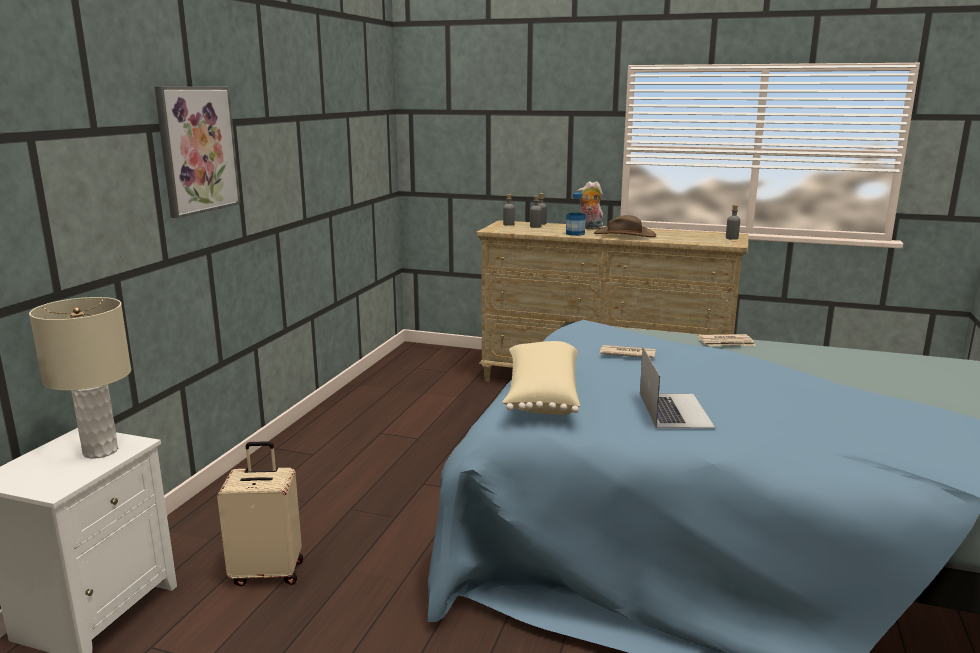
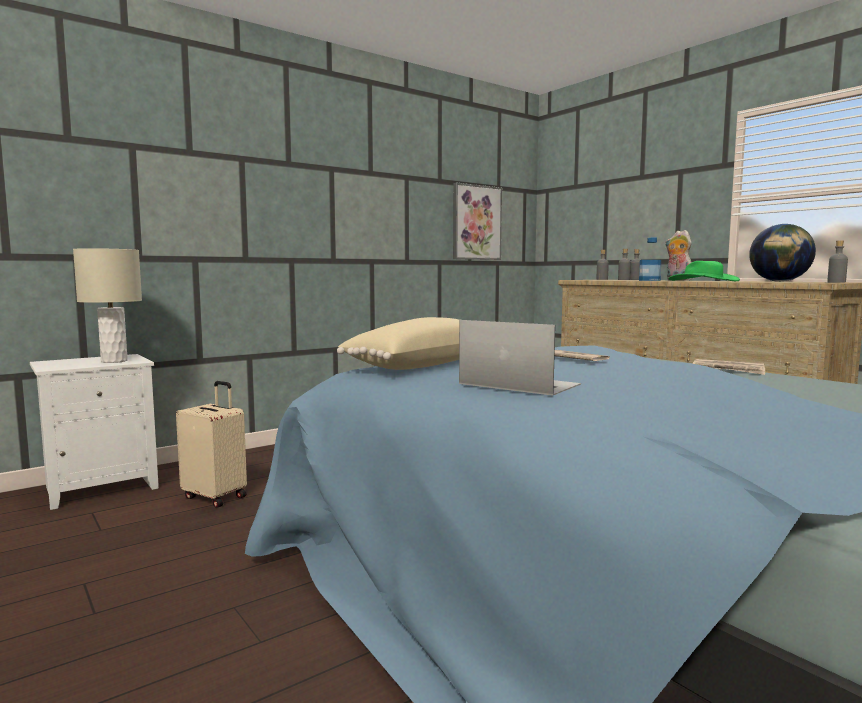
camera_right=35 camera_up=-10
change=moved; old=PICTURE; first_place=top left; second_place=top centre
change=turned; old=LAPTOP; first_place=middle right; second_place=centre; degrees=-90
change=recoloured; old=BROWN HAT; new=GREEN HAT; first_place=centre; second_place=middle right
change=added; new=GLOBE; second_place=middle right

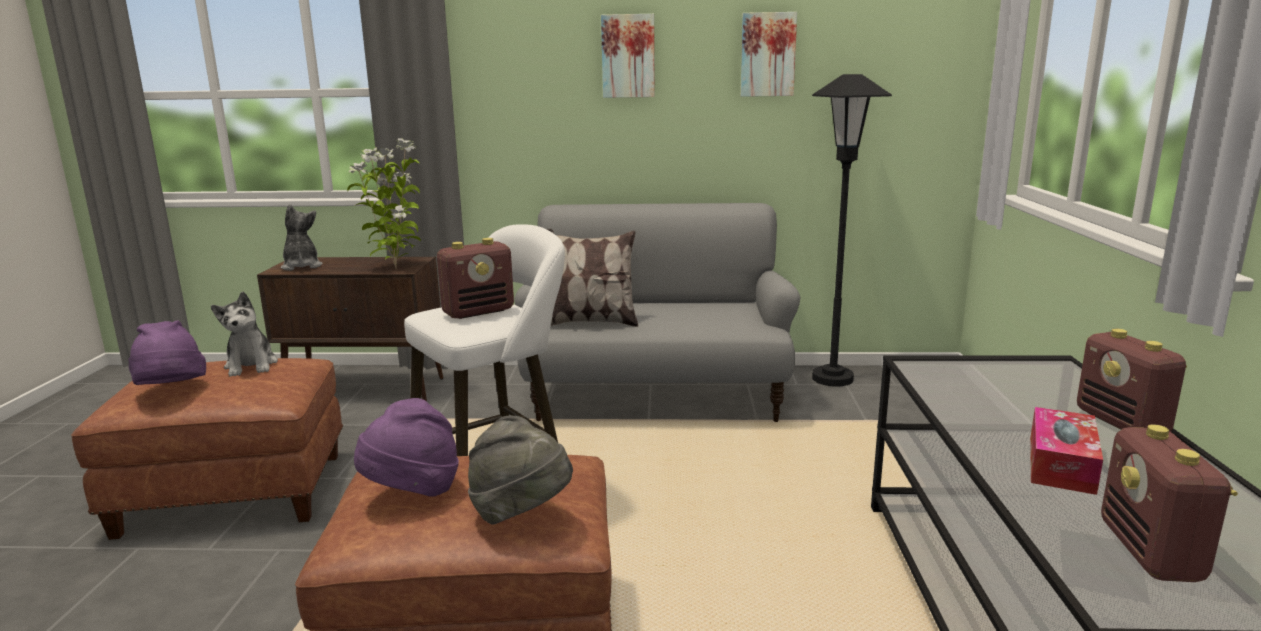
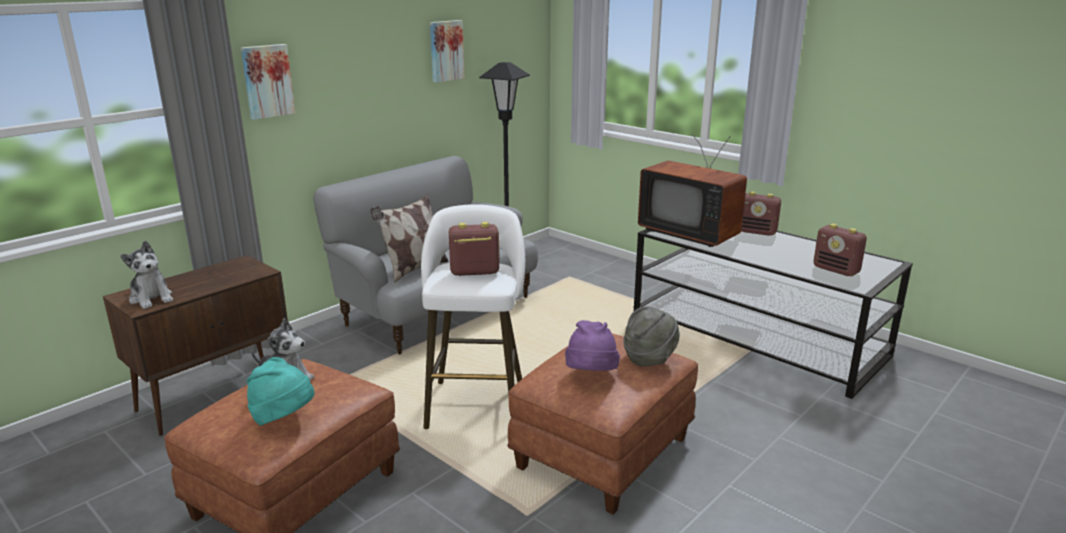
camera_right=-50 camera_up=5
change=turned; old=PLUSH TOY (2nd from left in the first image); first_place=middle left; second_place=middle left; degrees=-150
change=moved; old=PICTURE (1st from left); first_place=top centre; second_place=top left
change=recoloured; old=PURPLE HAT (1st from left); new=TURQUOISE HAT; first_place=middle left; second_place=bottom left
change=turned; old=RADIO (1st from left); first_place=centre; second_place=centre; degrees=-105
change=added; new=TELEVISION; second_place=centre
change=removed; old=POTTED PLANT; first_place=top left
change=removed; old=TISSUE BOX; first_place=bottom right

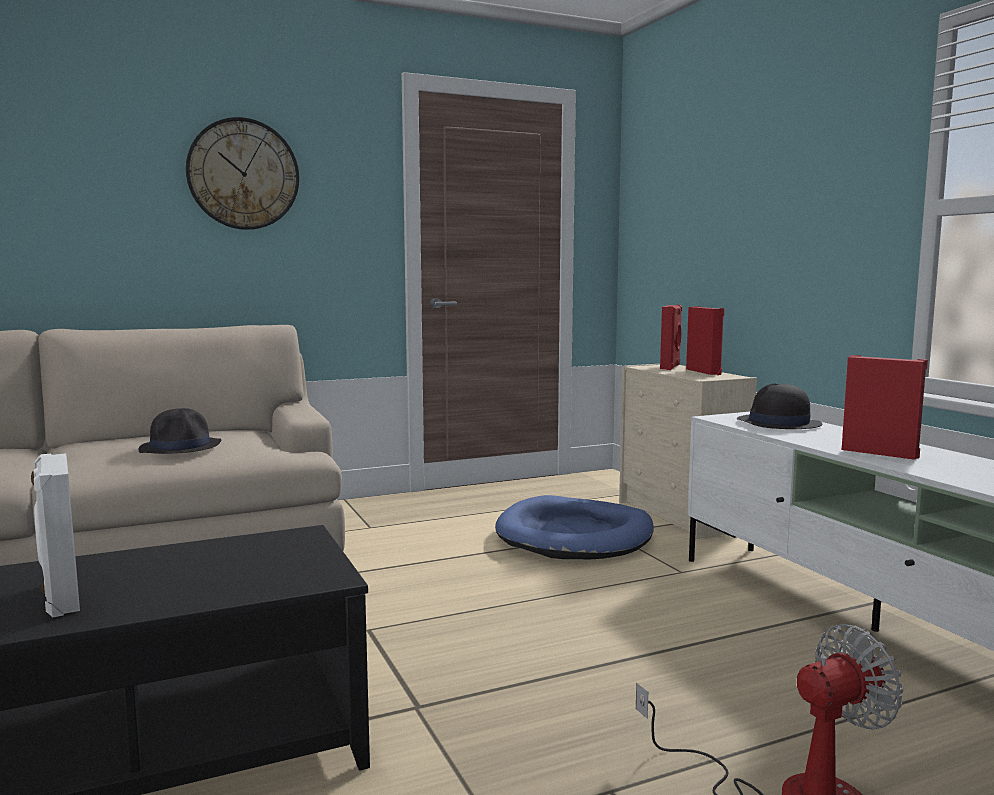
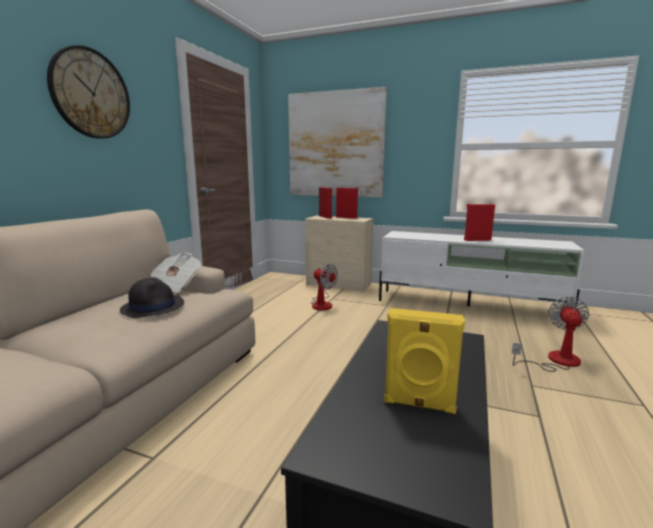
camera_right=-45 camera_up=5
change=added; new=NEWSPAPER; second_place=middle left
change=added; new=PICTURE; second_place=top centre
change=replaced; old=BLUE DOG BED; new=FAN (1st from left); first_place=centre; second_place=centre
change=recoloured; old=WHITE SPEAKER; new=YELLOW SPEAKER; first_place=bottom left; second_place=bottom centre
change=removed; old=BLACK HAT (2nd from left); first_place=middle right

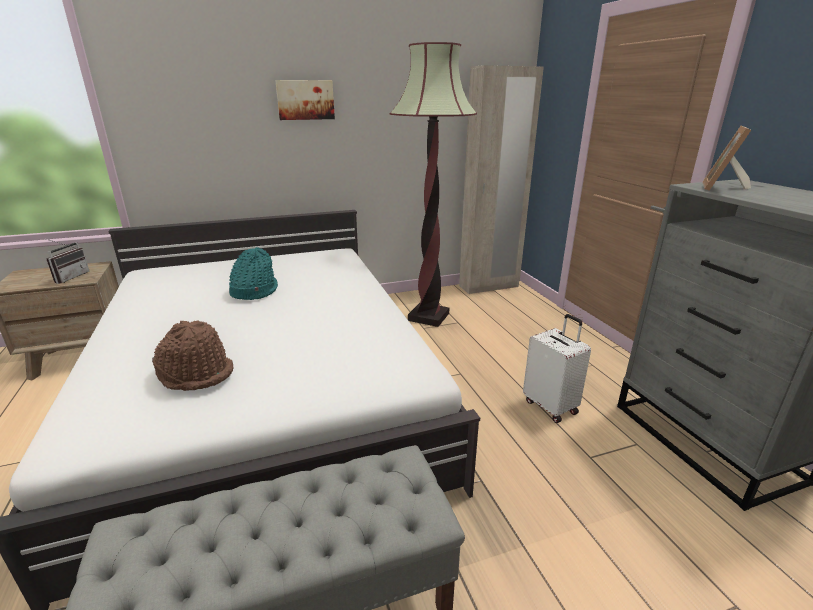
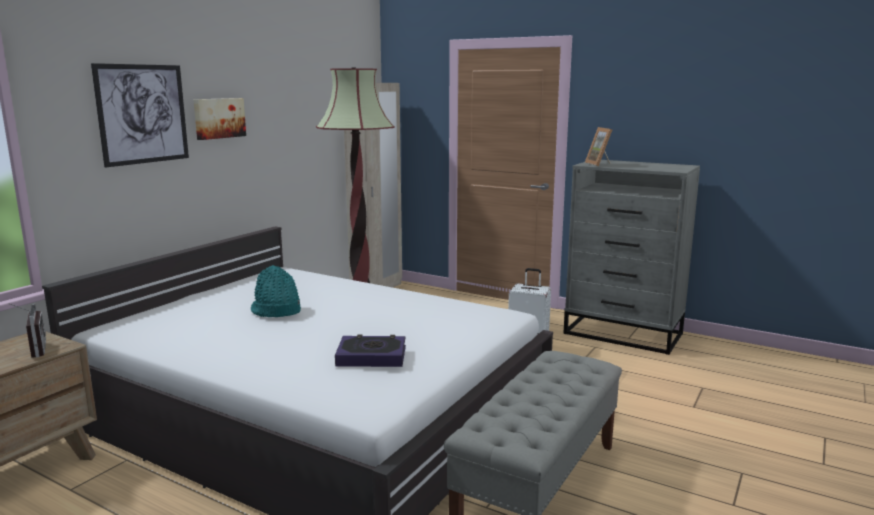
camera_right=-40 camera_up=-10
change=added; new=PICTURE (1st from left); second_place=top left
change=replaced; old=BROWN HAT; new=BOOK; first_place=middle left; second_place=bottom centre

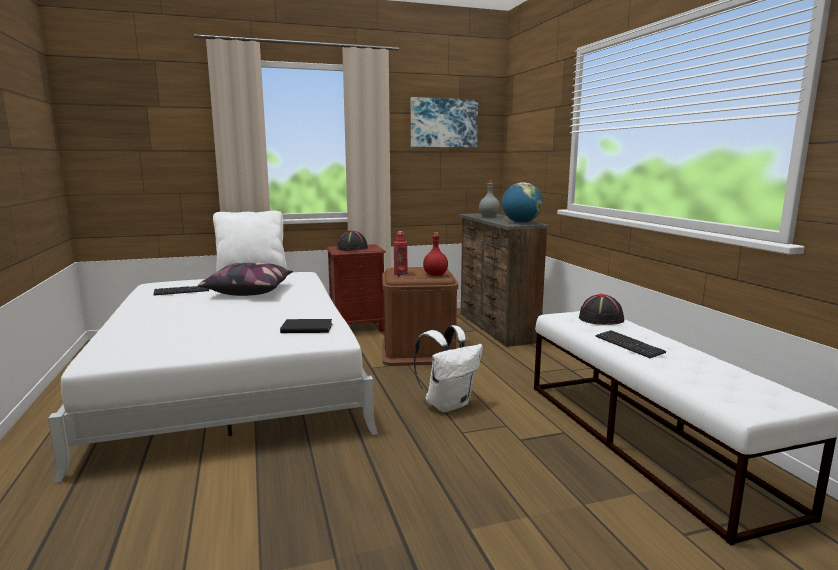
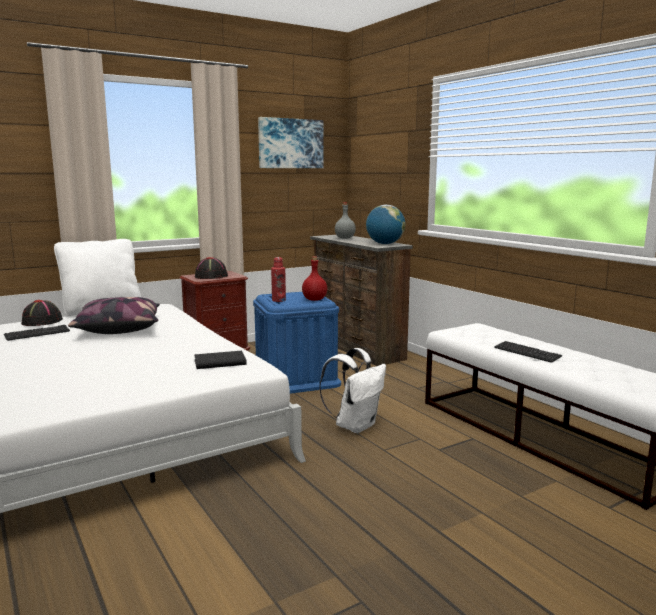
camera_right=-15 camera_up=0
change=moved; old=BLACK HAT (2nd from left in the first image); new=BLACK HAT (1st from left); first_place=middle right; second_place=middle left
change=recoloured; old=BROWN STORAGE BOX; new=BLUE STORAGE BOX; first_place=centre; second_place=centre

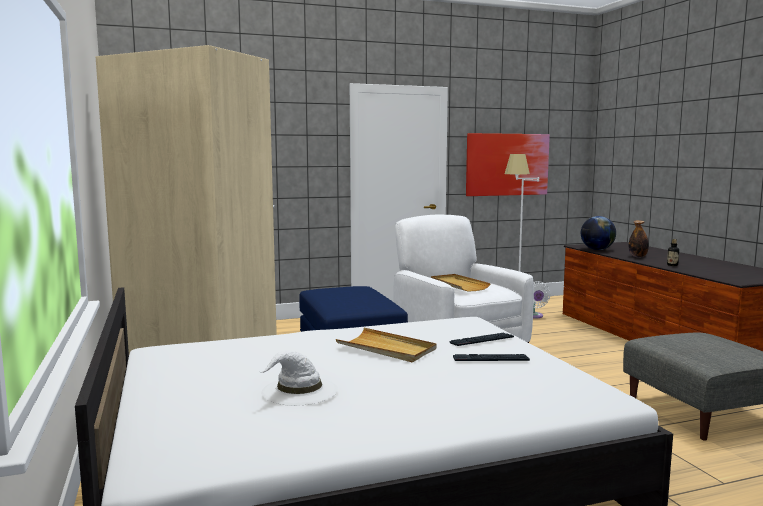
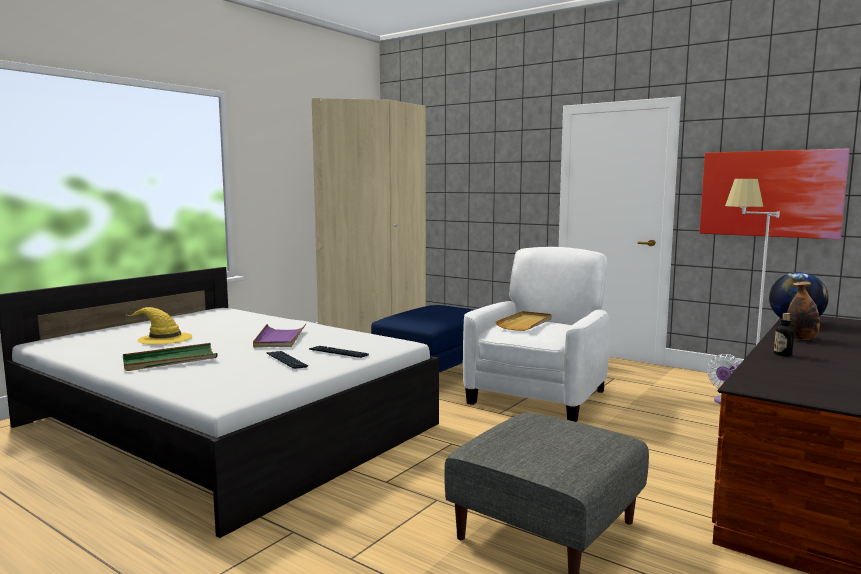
camera_right=55 camera_up=0
change=added; new=GREEN TRAY; second_place=middle left
change=recoloured; old=WHITE HAT; new=YELLOW HAT; first_place=bottom centre; second_place=middle left
change=recoloured; old=BEIGE TRAY (1st from left); new=PURPLE TRAY; first_place=bottom centre; second_place=middle left

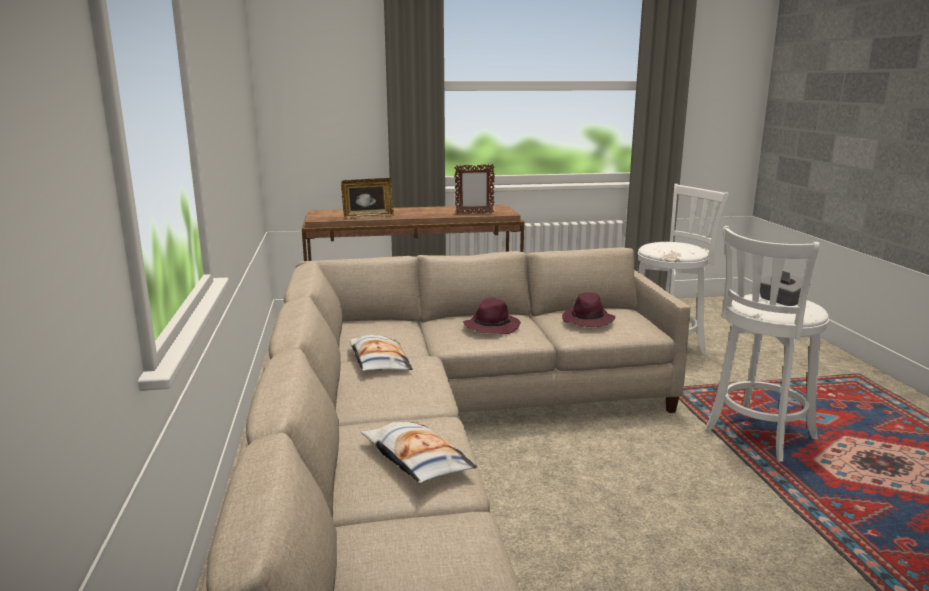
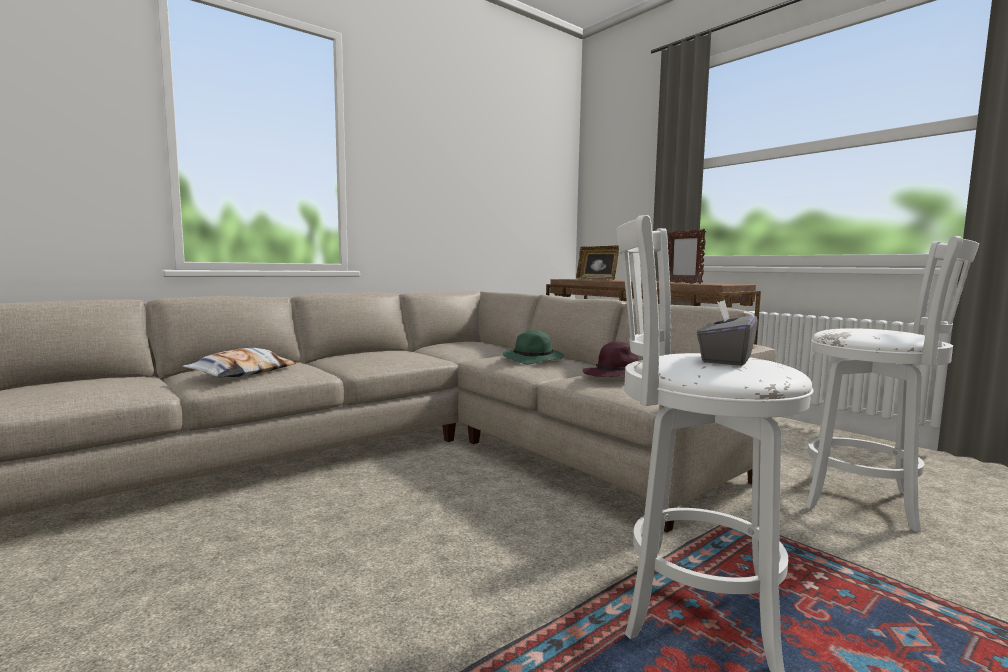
camera_right=60 camera_up=-10
change=recoloured; old=PURPLE HAT (1st from left); new=GREEN HAT; first_place=centre; second_place=centre
change=removed; old=PILLOW (1st from left); first_place=centre

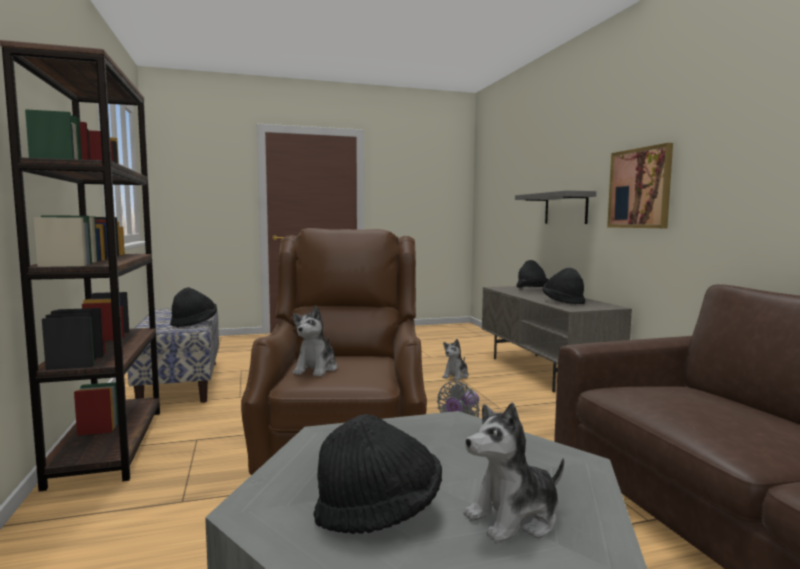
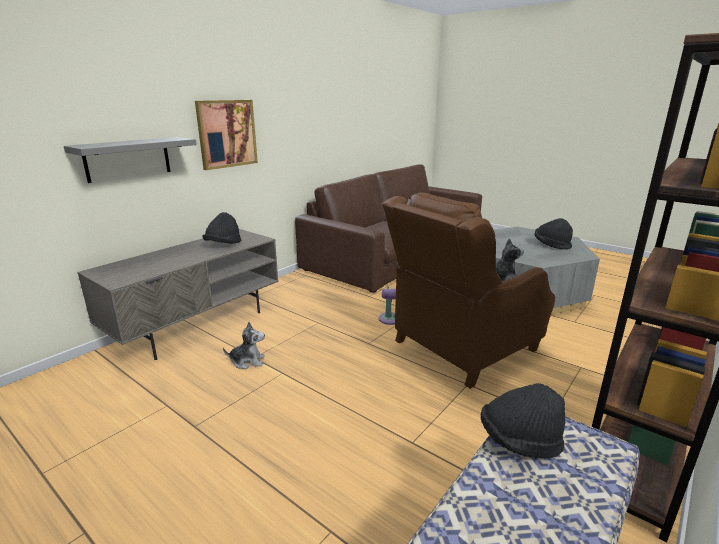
camera_right=-125 camera_up=15
change=removed; old=PLUSH TOY (3rd from left); first_place=bottom centre
change=removed; old=BLACK HAT (3rd from left); first_place=centre

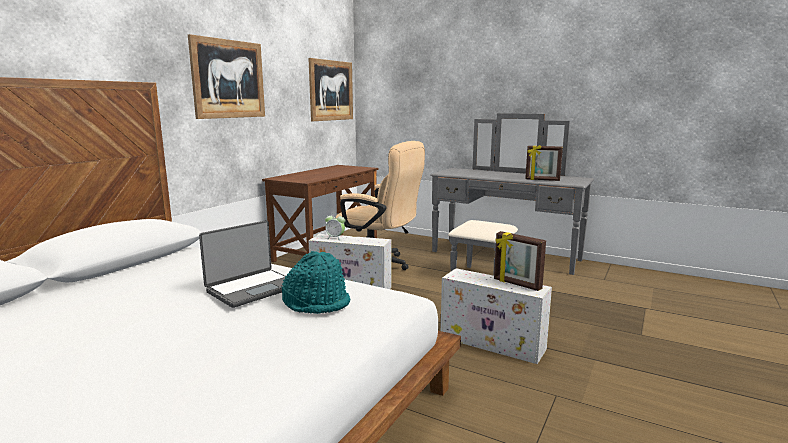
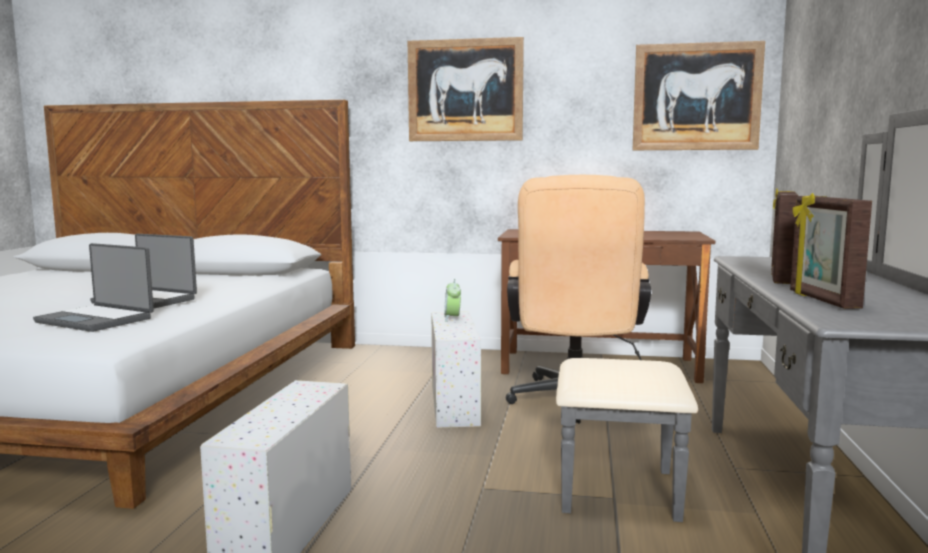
camera_right=70 camera_up=-5
change=replaced; old=TURQUOISE HAT; new=LAPTOP (1st from left); first_place=centre; second_place=middle left
change=moved; old=PICTURE FRAME (1st from left); first_place=centre; second_place=middle right

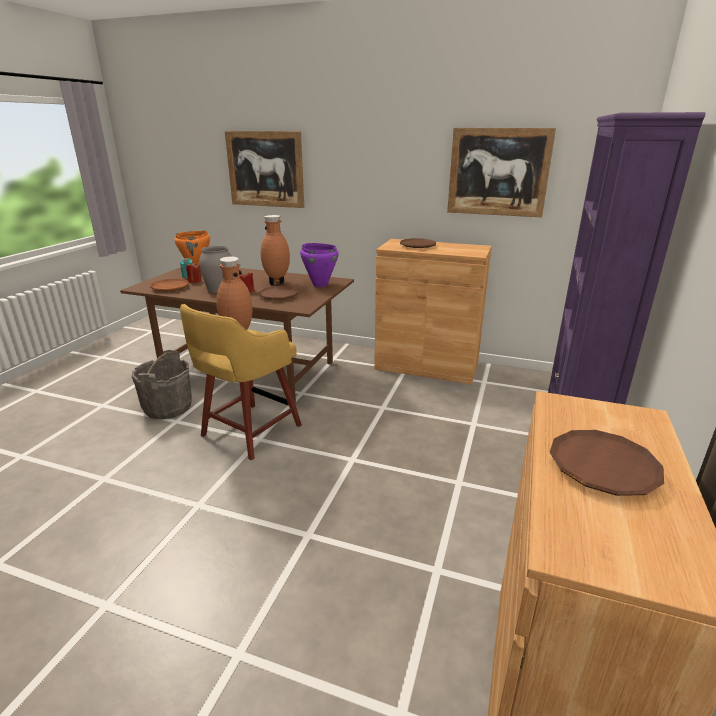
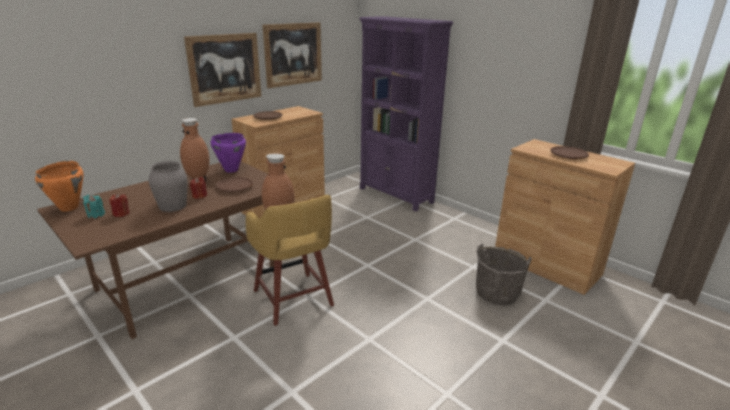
camera_right=-65 camera_up=0
change=moved; old=PICTURE (1st from left); first_place=top centre; second_place=top left
change=moved; old=GREY BUCKET; first_place=middle left; second_place=bottom right
change=removed; old=BROWN PLATE (1st from left); first_place=middle left

